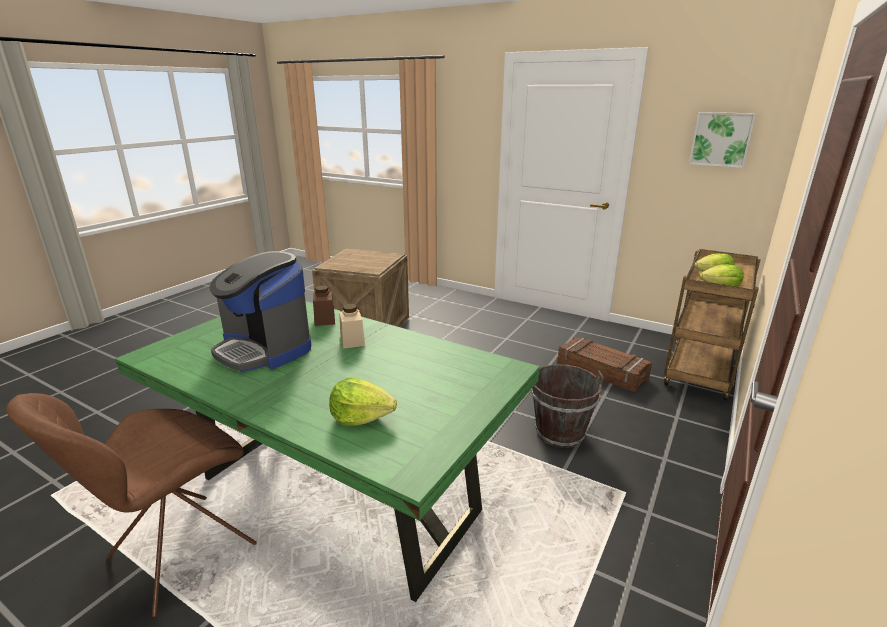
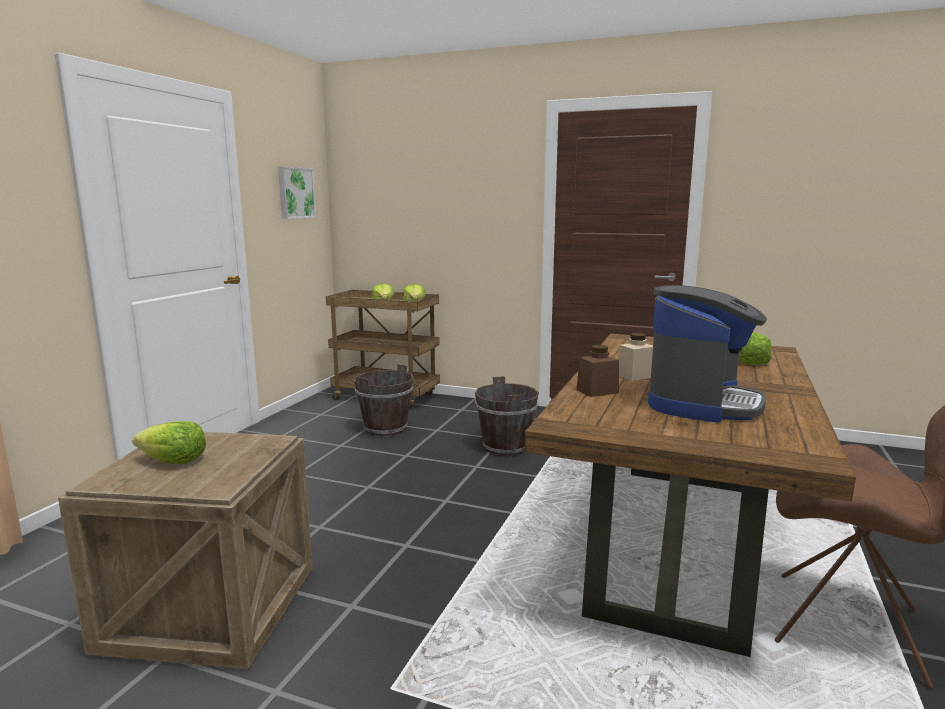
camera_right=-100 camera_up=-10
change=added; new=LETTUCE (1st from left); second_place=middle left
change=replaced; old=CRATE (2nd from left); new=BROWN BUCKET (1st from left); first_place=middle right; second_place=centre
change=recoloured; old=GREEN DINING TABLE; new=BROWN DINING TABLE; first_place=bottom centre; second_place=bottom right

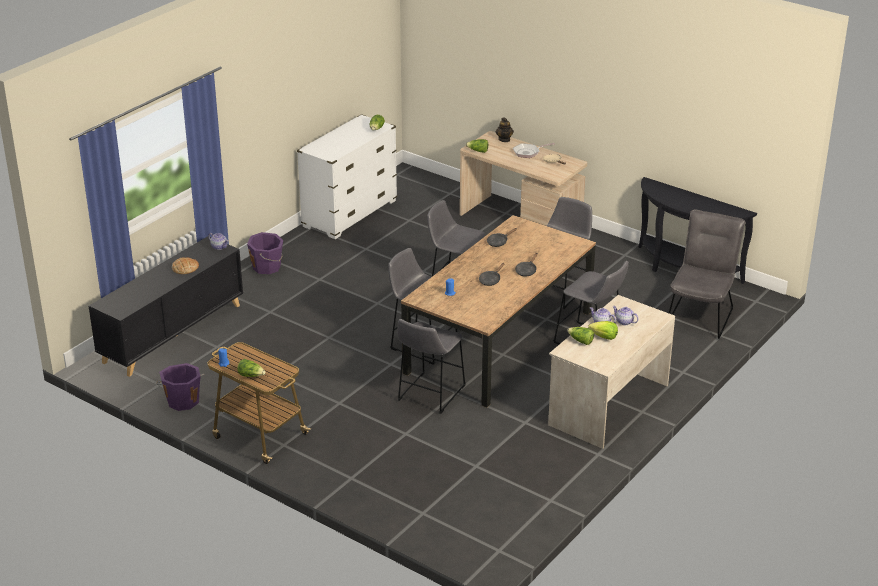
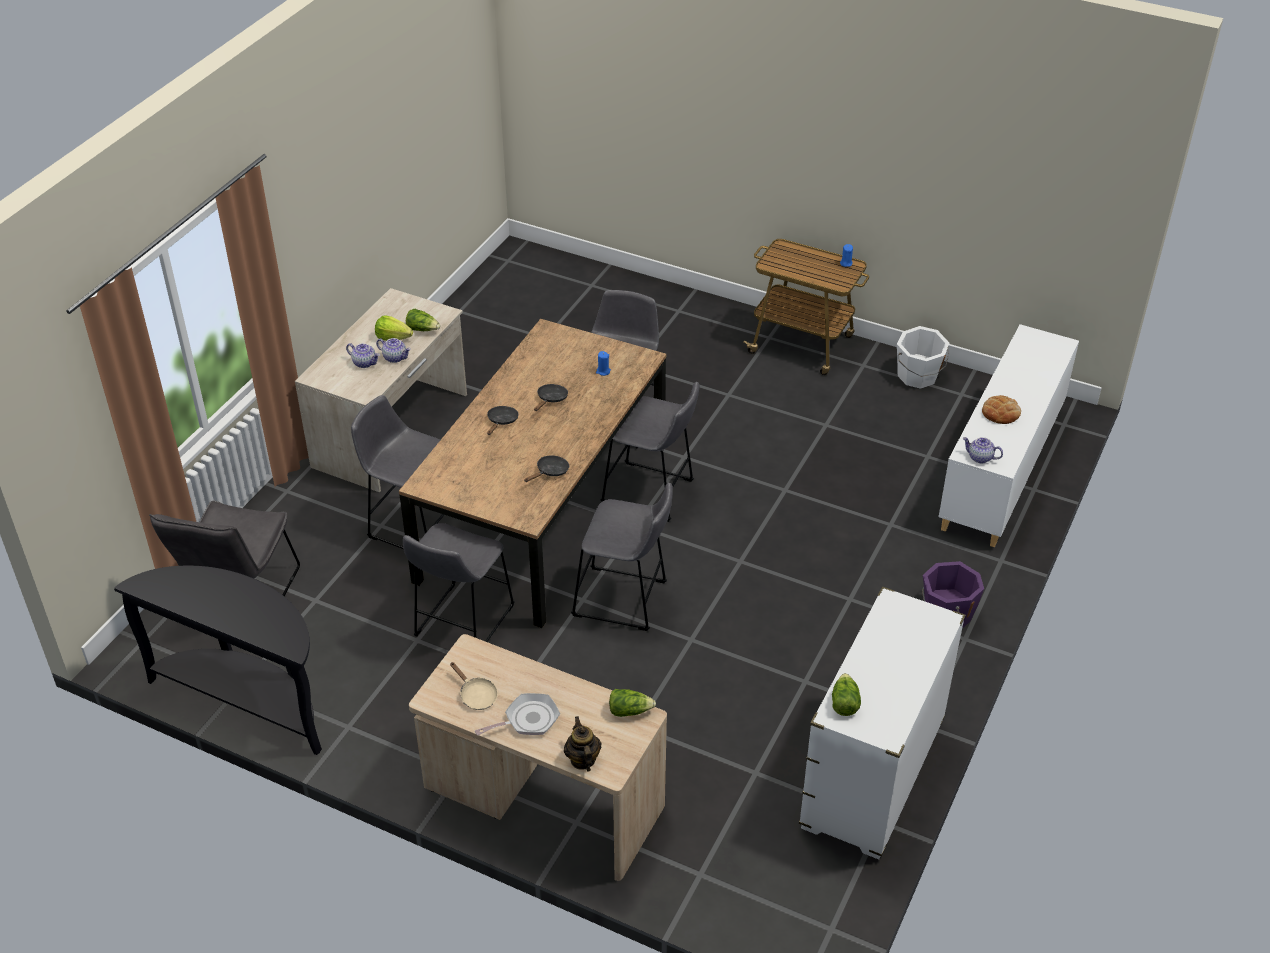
camera_right=170 camera_up=10
change=recoloured; old=PURPLE BUCKET (1st from left); new=WHITE BUCKET; first_place=middle left; second_place=middle right
change=recoloured; old=BLACK CABINET; new=WHITE CABINET; first_place=middle left; second_place=middle right
change=removed; old=LETTUCE (1st from left); first_place=middle left

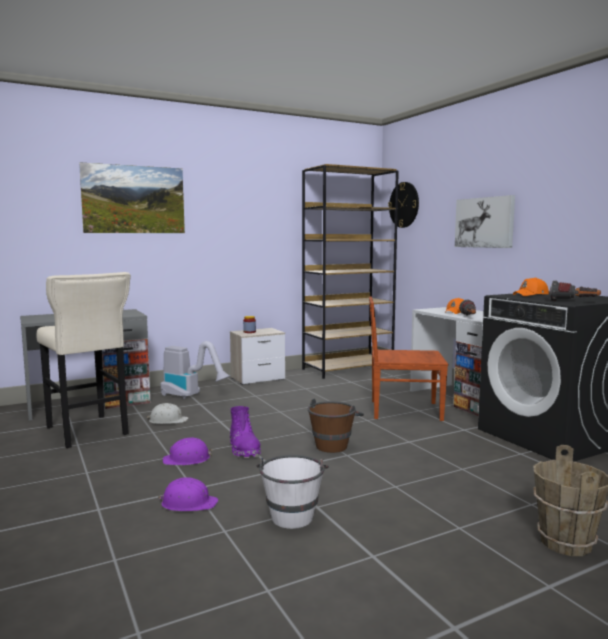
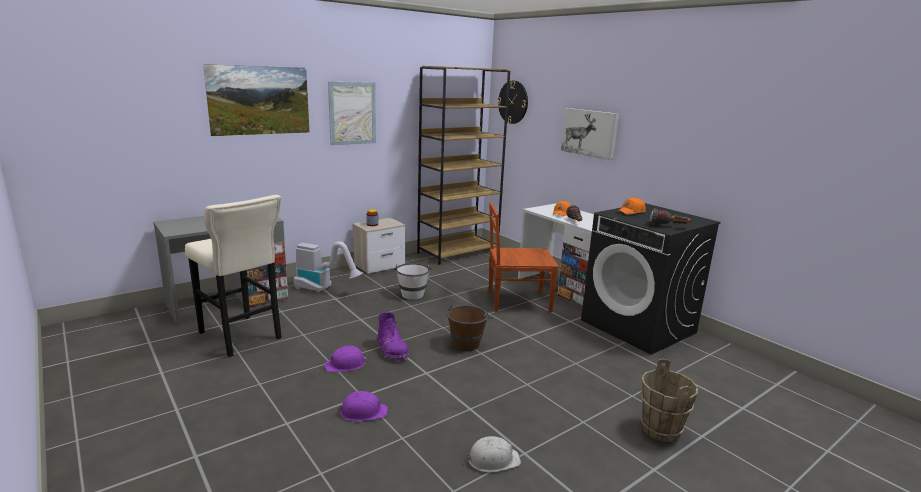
camera_right=-10 camera_up=10
change=added; new=PICTURE (2nd from left); second_place=top centre
change=moved; old=WHITE BUCKET; first_place=bottom centre; second_place=centre
change=moved; old=WHITE HARD HAT; first_place=middle left; second_place=bottom centre

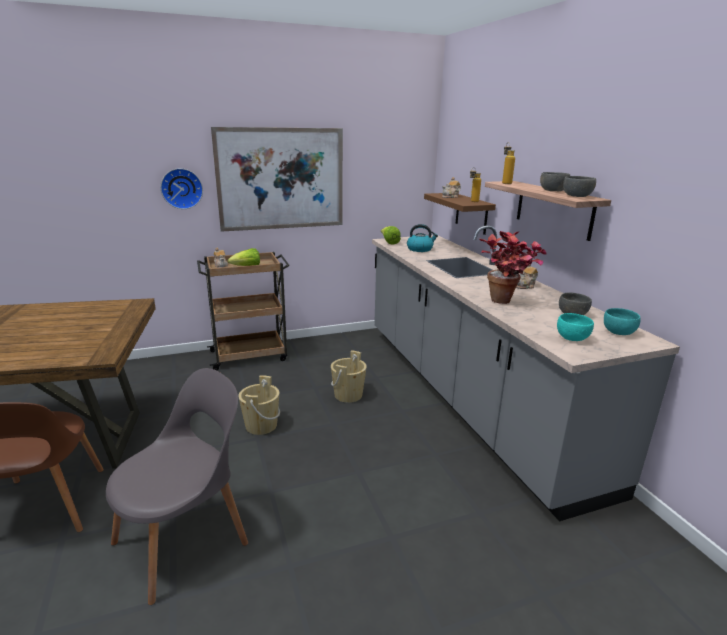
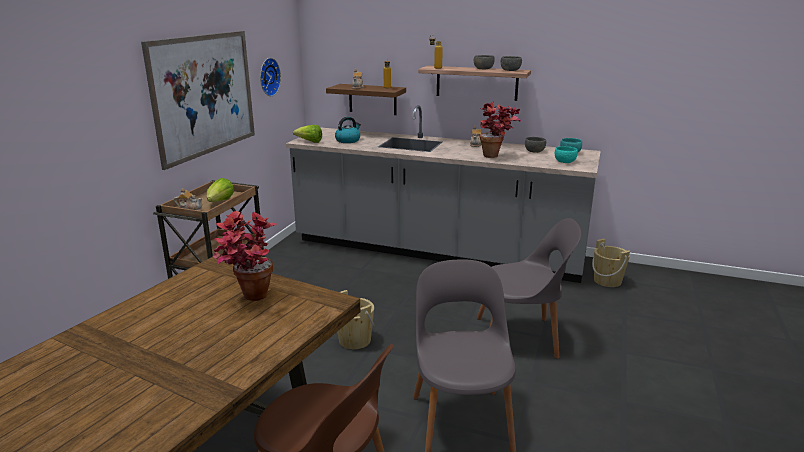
camera_right=-50 camera_up=0
change=added; new=POTTED PLANT (1st from left); second_place=middle left
change=moved; old=WALL CLOCK; first_place=top left; second_place=top centre
change=added; new=GREY CHAIR (2nd from left); second_place=centre
change=moved; old=BEIGE BUCKET (2nd from left); first_place=centre; second_place=middle right

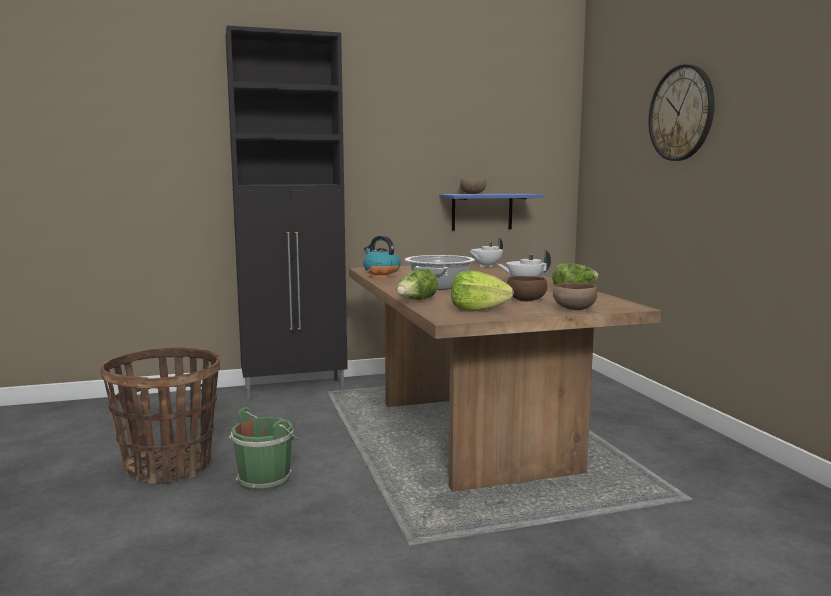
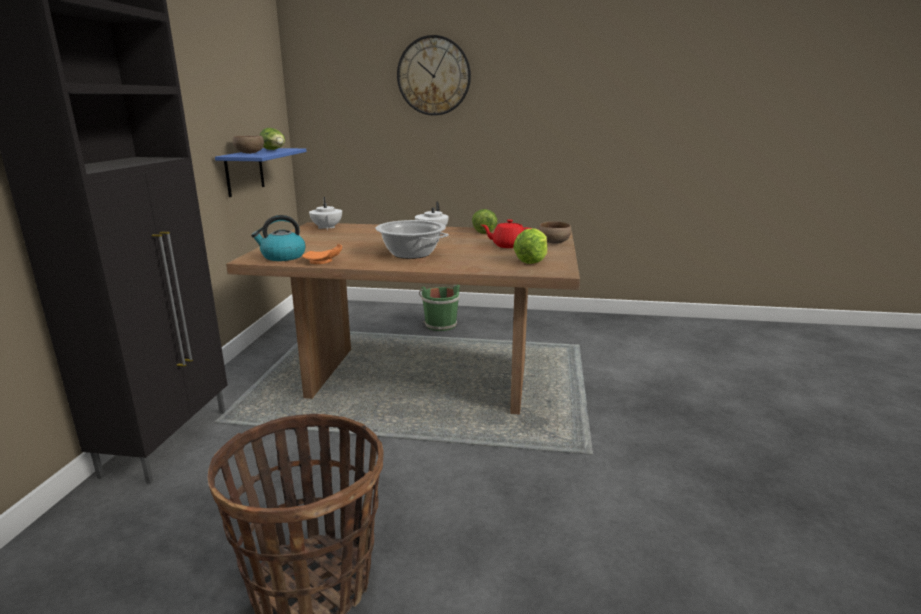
camera_right=-65 camera_up=10
change=moved; old=LETTUCE (1st from left); first_place=centre; second_place=top left
change=moved; old=GREEN BUCKET; first_place=bottom left; second_place=centre
change=replaced; old=BROWN BOWL (2nd from left); new=RED TEAPOT; first_place=centre; second_place=centre

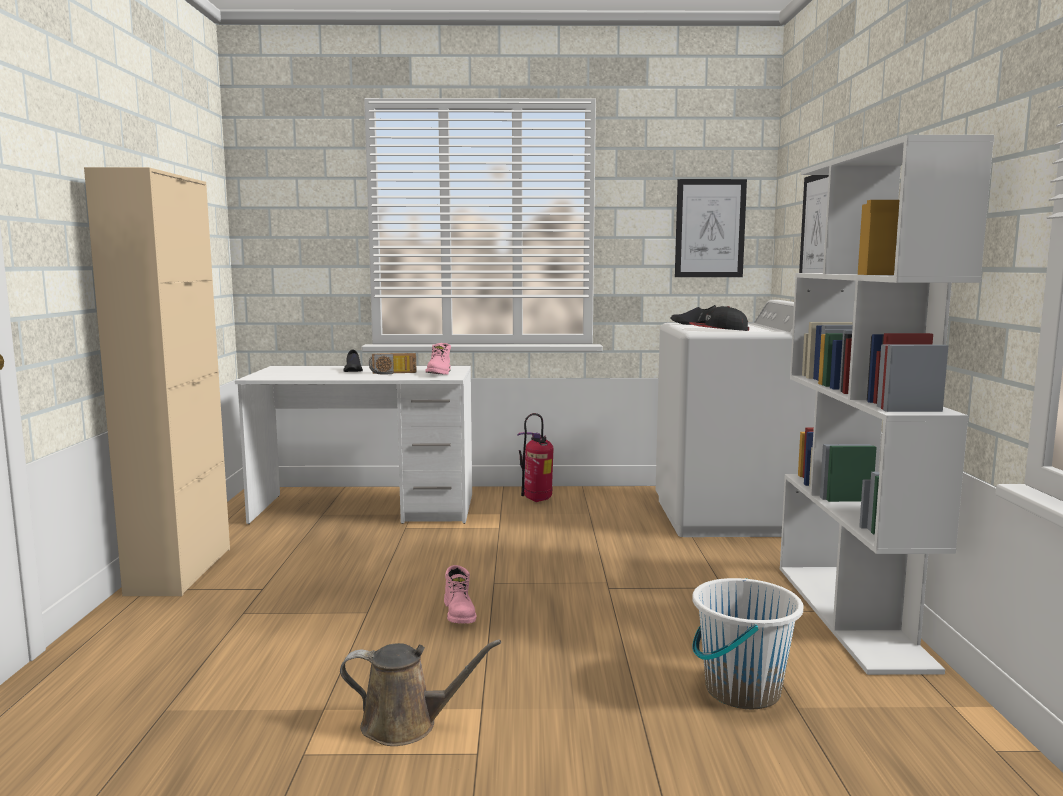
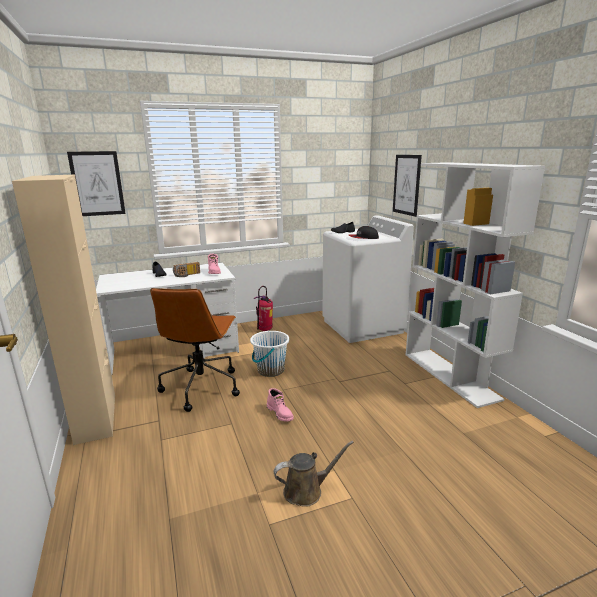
camera_right=-20 camera_up=10
change=moved; old=PICTURE (1st from left); first_place=top right; second_place=top left
change=added; new=BROWN OFFICE CHAIR; second_place=middle left
change=moved; old=WHITE BUCKET; first_place=bottom right; second_place=centre

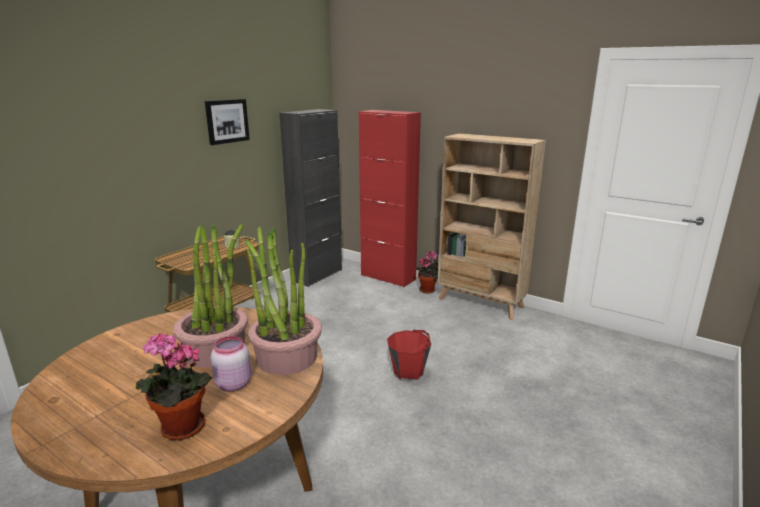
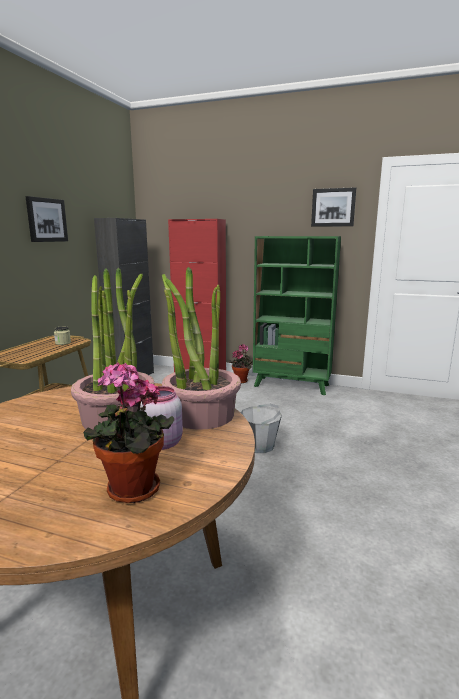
camera_right=-15 camera_up=-5
change=recoloured; old=RED BUCKET; new=GREY BUCKET; first_place=bottom centre; second_place=centre
change=recoloured; old=BEIGE BOOKCASE; new=GREEN BOOKCASE; first_place=centre; second_place=centre
change=added; new=PICTURE (2nd from left); second_place=top right

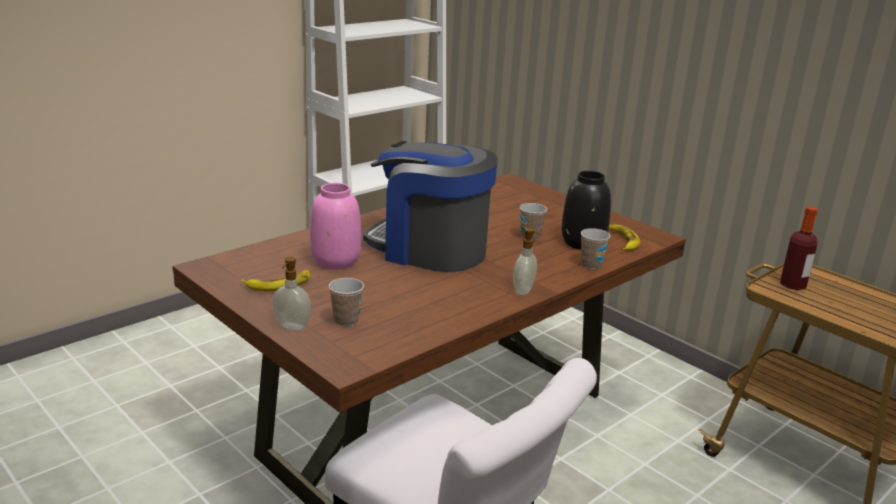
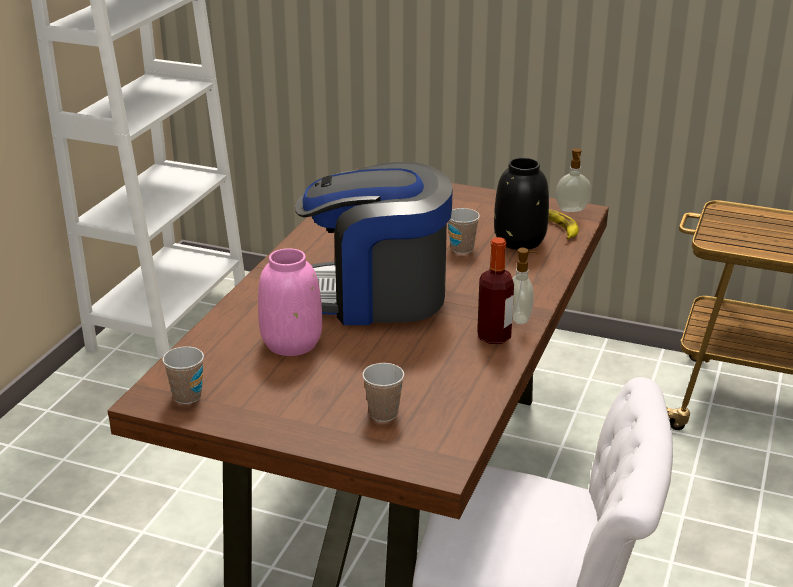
camera_right=-25 camera_up=5
change=moved; old=CUP (3rd from left in the first image); new=CUP (1st from left); first_place=centre; second_place=middle left
change=moved; old=BOTTLE; first_place=middle right; second_place=centre
change=moved; old=SOAP DISPENSER (1st from left in the first image); new=SOAP DISPENSER (2nd from left); first_place=middle left; second_place=top right
change=removed; old=BANANA (1st from left); first_place=middle left

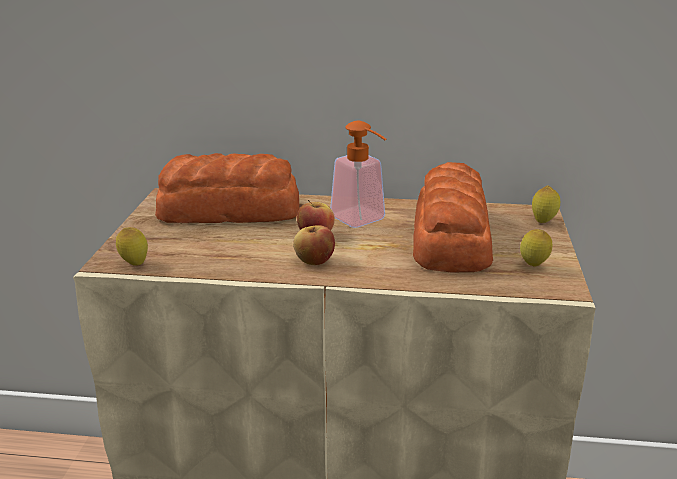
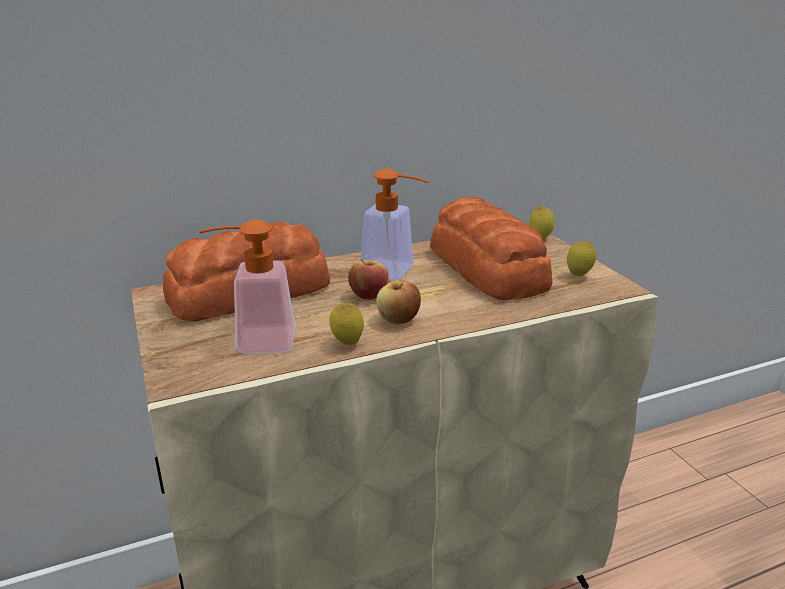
camera_right=-30 camera_up=0
change=added; new=SOAP DISPENSER (1st from left); second_place=middle left
change=moved; old=LEMON (1st from left); first_place=middle left; second_place=centre

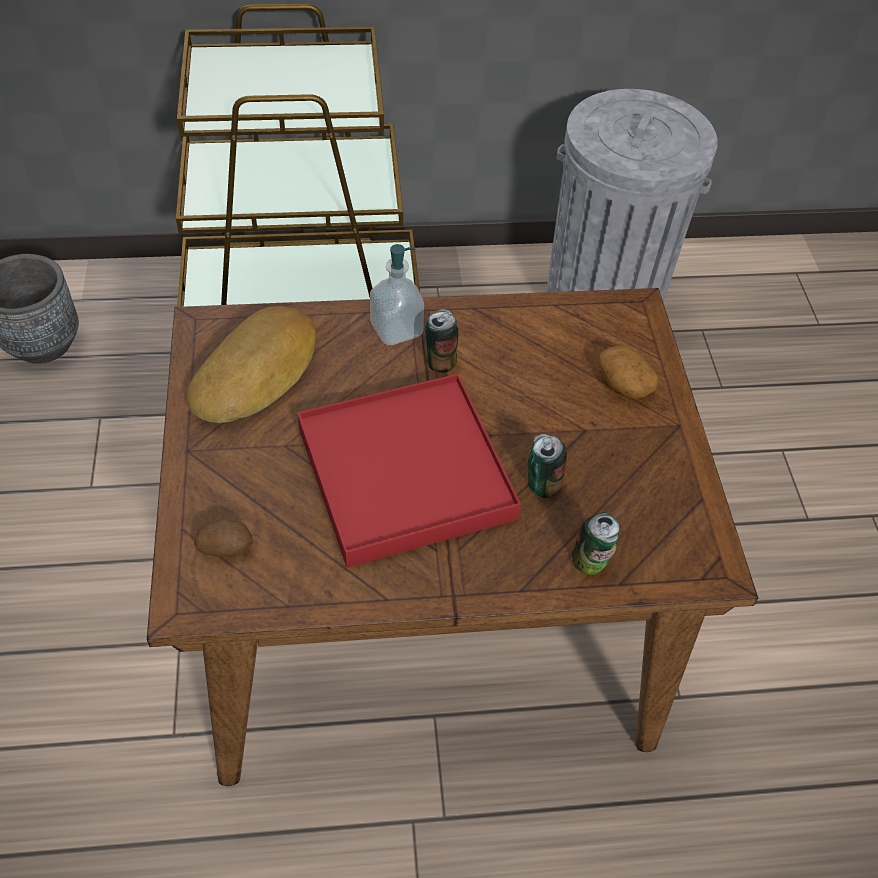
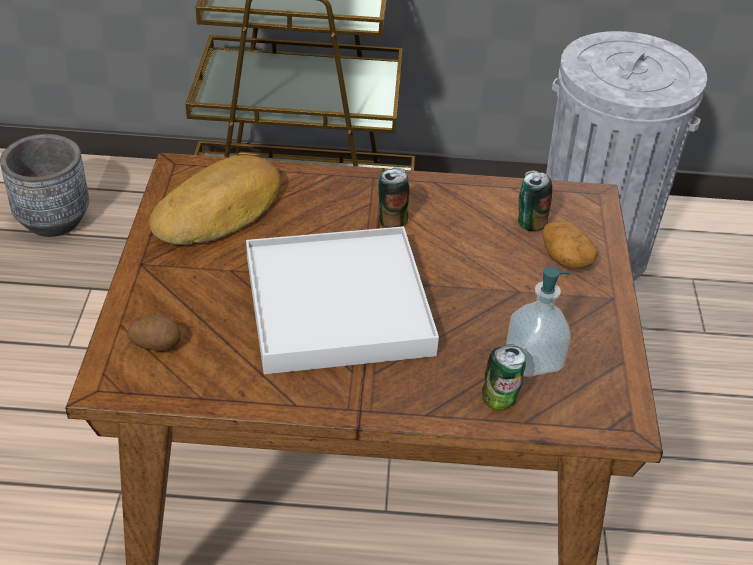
camera_right=10 camera_up=-10
change=recoloured; old=RED TRAY; new=WHITE TRAY; first_place=centre; second_place=centre
change=moved; old=SOAP DISPENSER; first_place=centre; second_place=middle right
change=moved; old=CAN (2nd from left in the first image); new=CAN (3rd from left); first_place=centre; second_place=middle right

